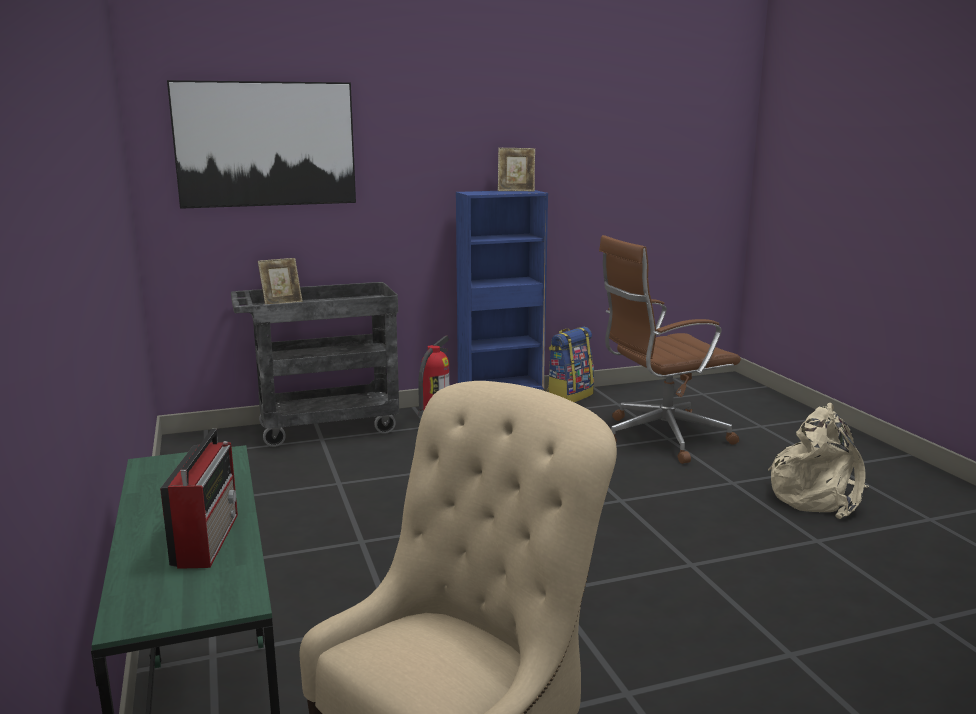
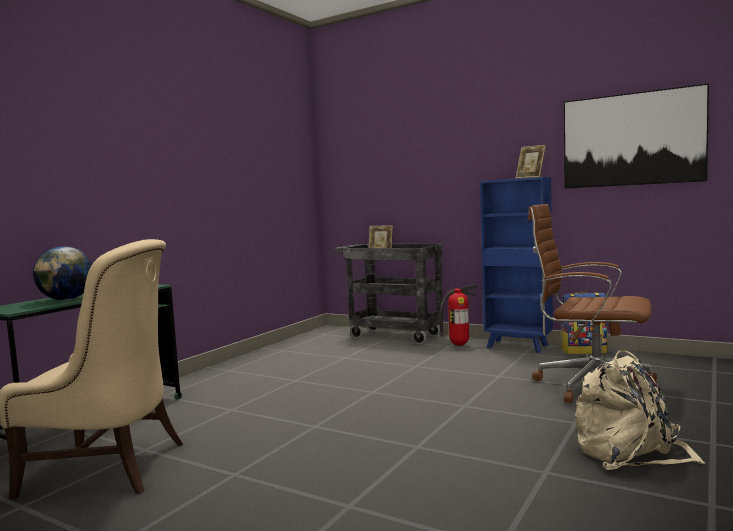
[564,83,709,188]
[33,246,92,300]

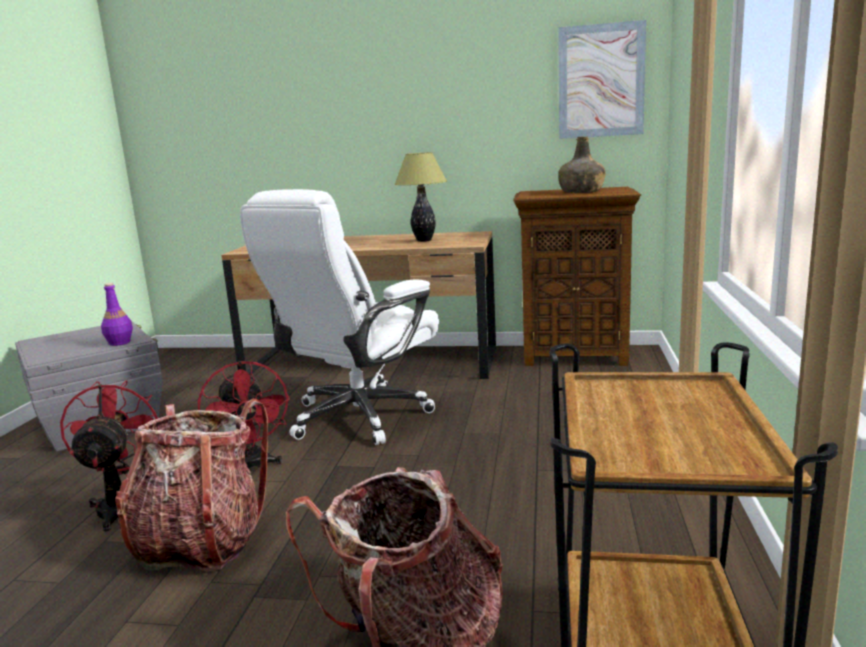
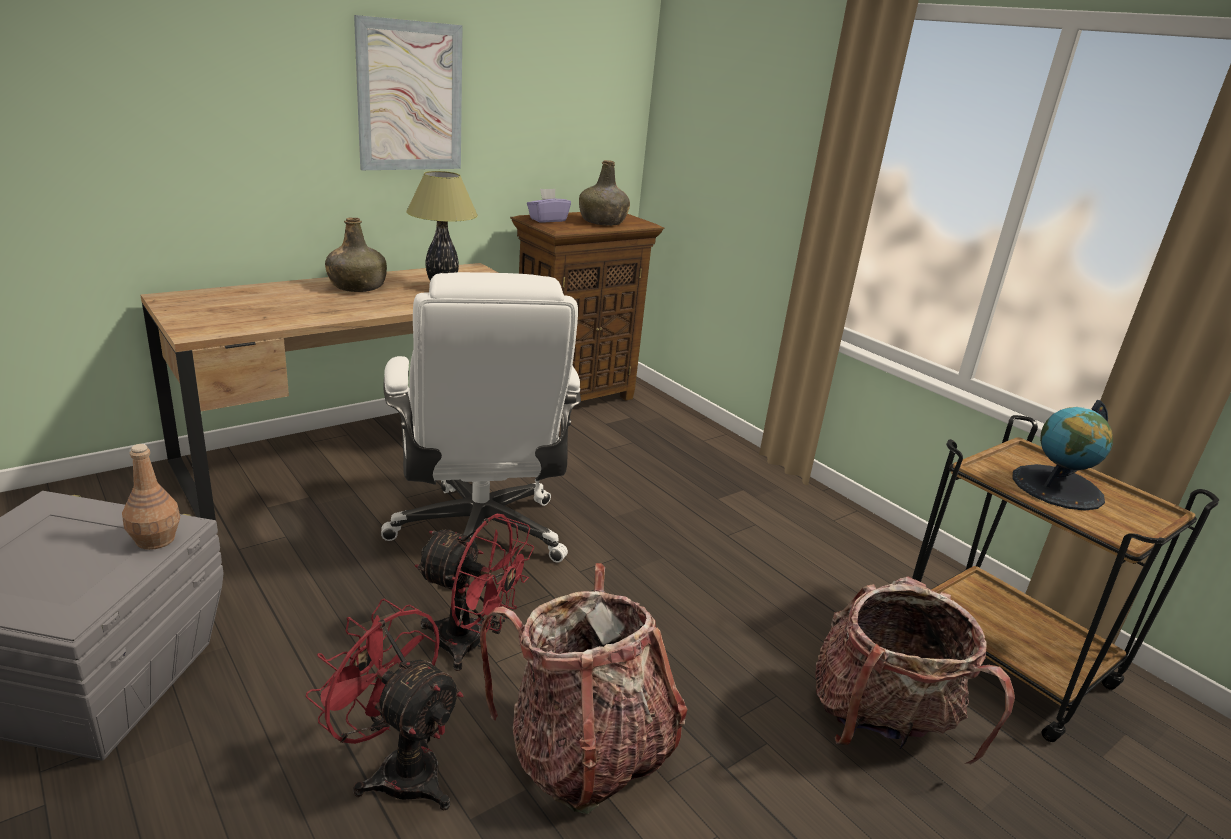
[354,15,463,170]
[122,444,180,550]
[527,189,571,223]
[325,218,387,292]
[1012,400,1113,511]

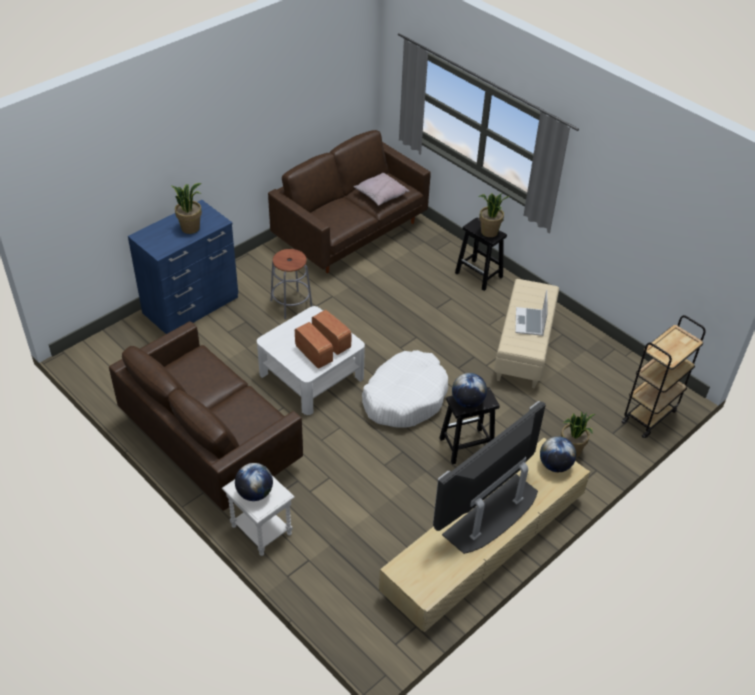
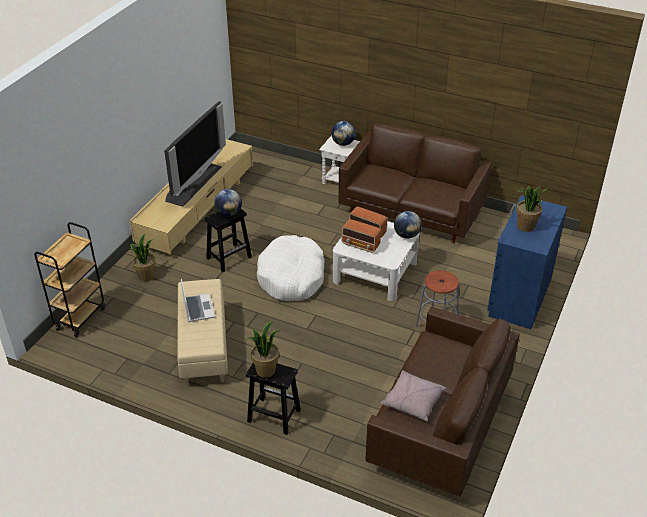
[394,211,422,239]

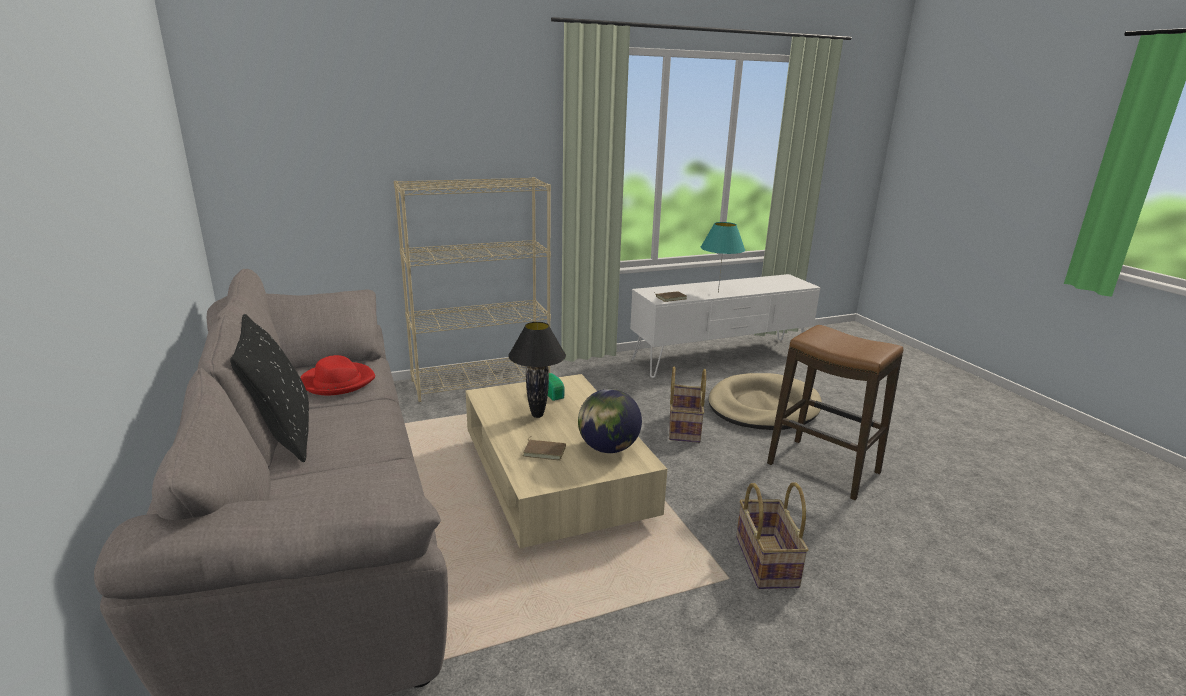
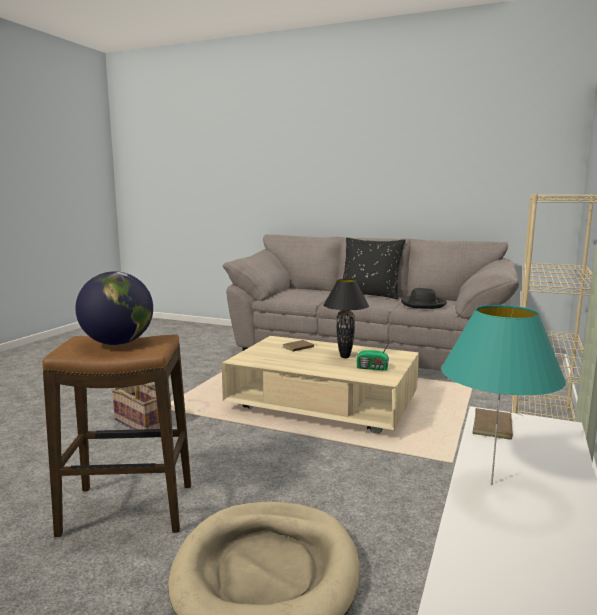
[401,288,447,309]
[669,367,706,443] (first image)
[75,271,153,345]

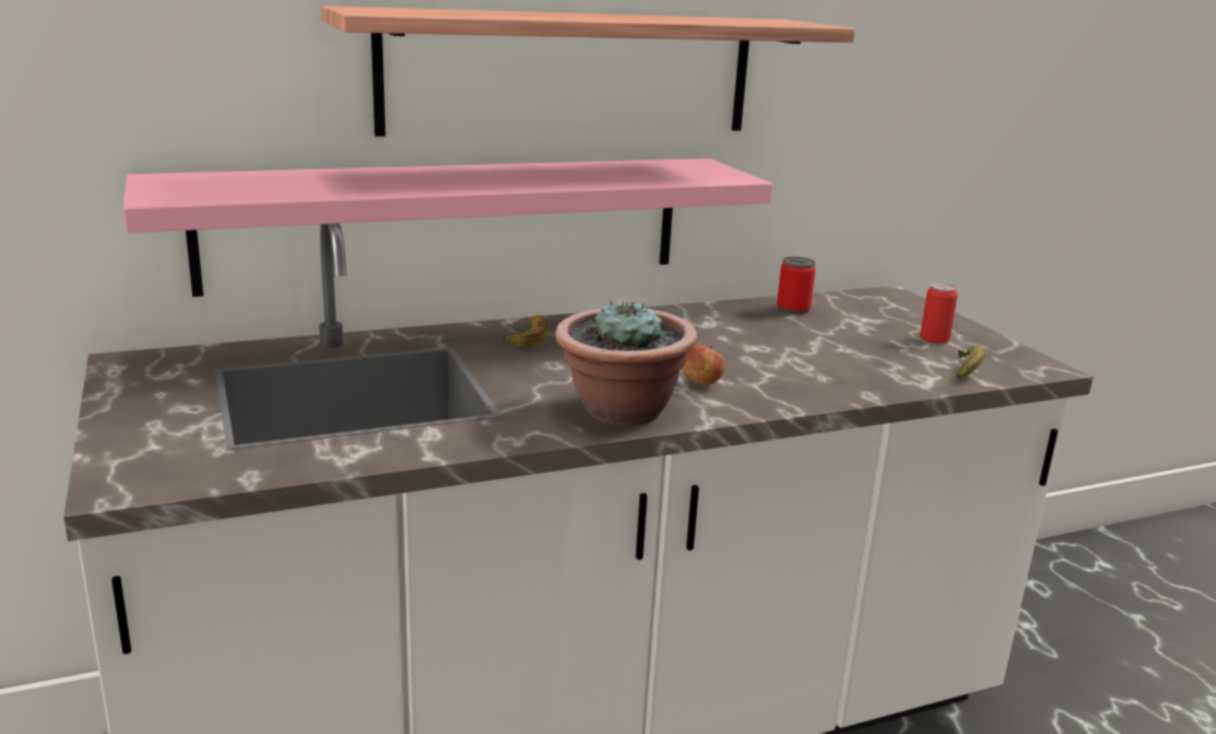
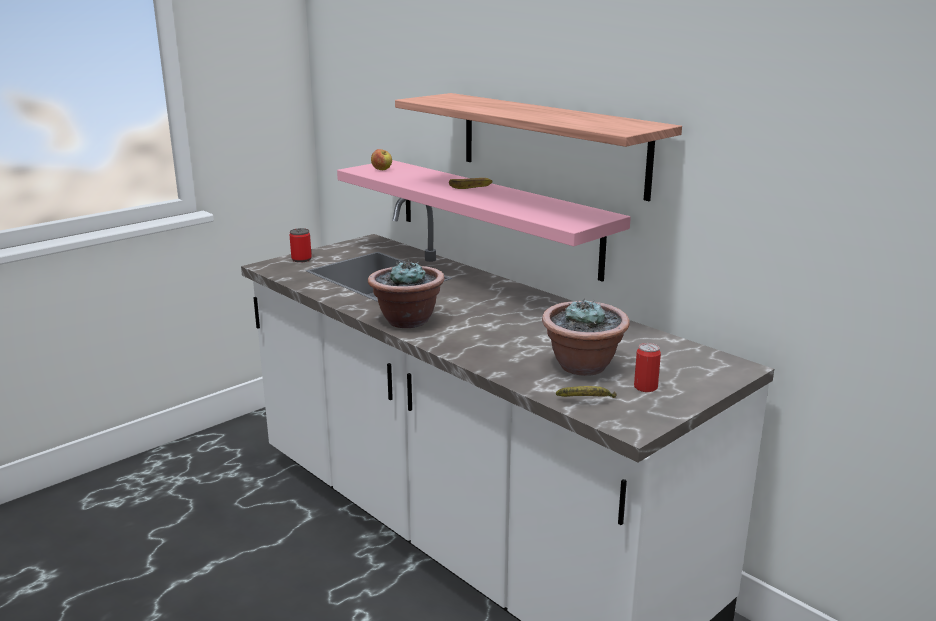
[290,228,312,263]
[449,178,493,189]
[371,149,392,170]
[542,299,630,376]

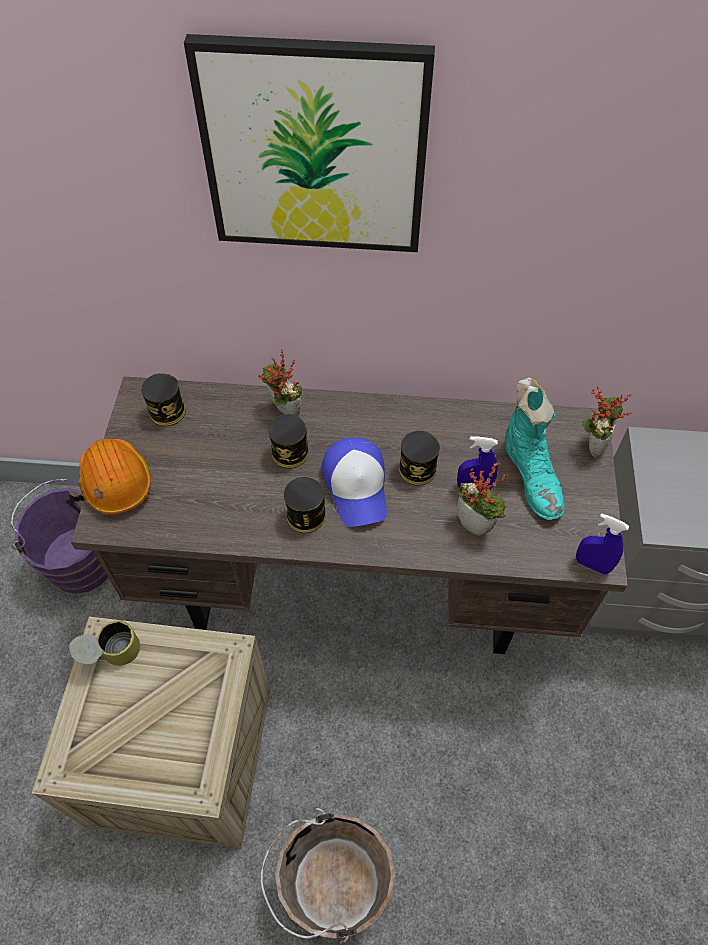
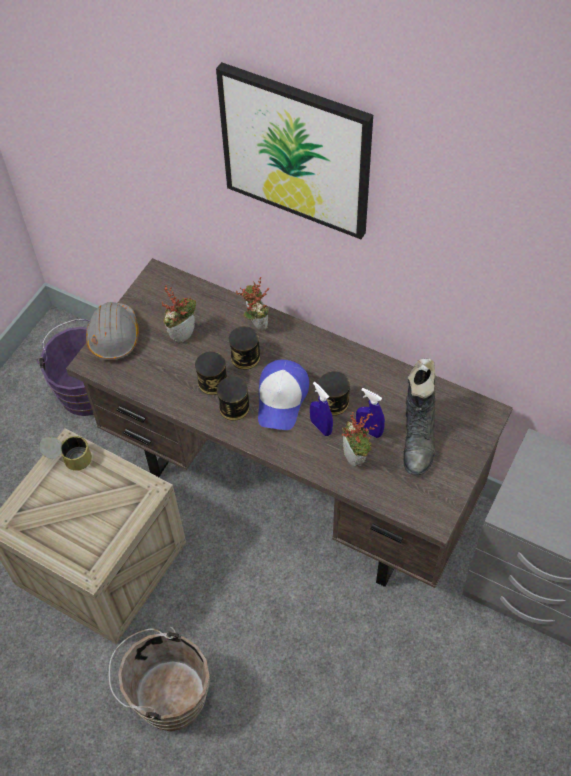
[195,351,227,395]
[403,359,435,475]
[162,285,196,343]
[86,302,139,360]
[310,382,333,436]

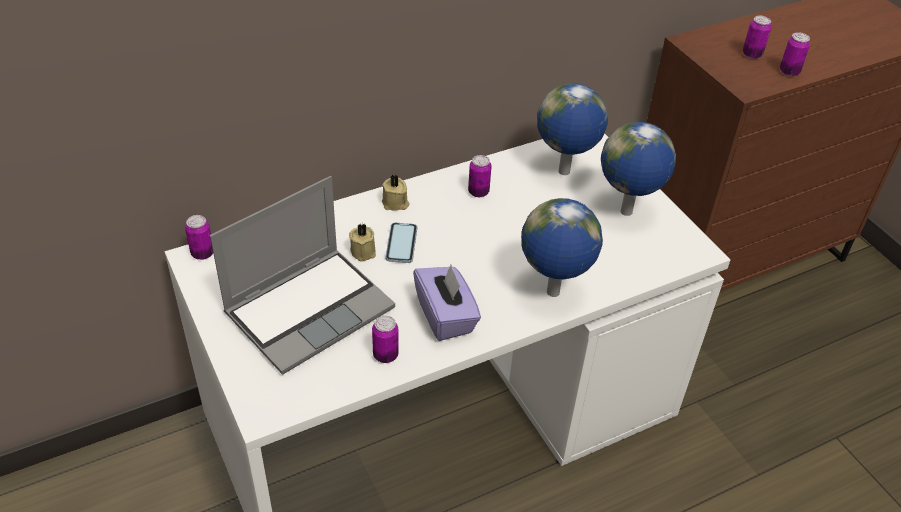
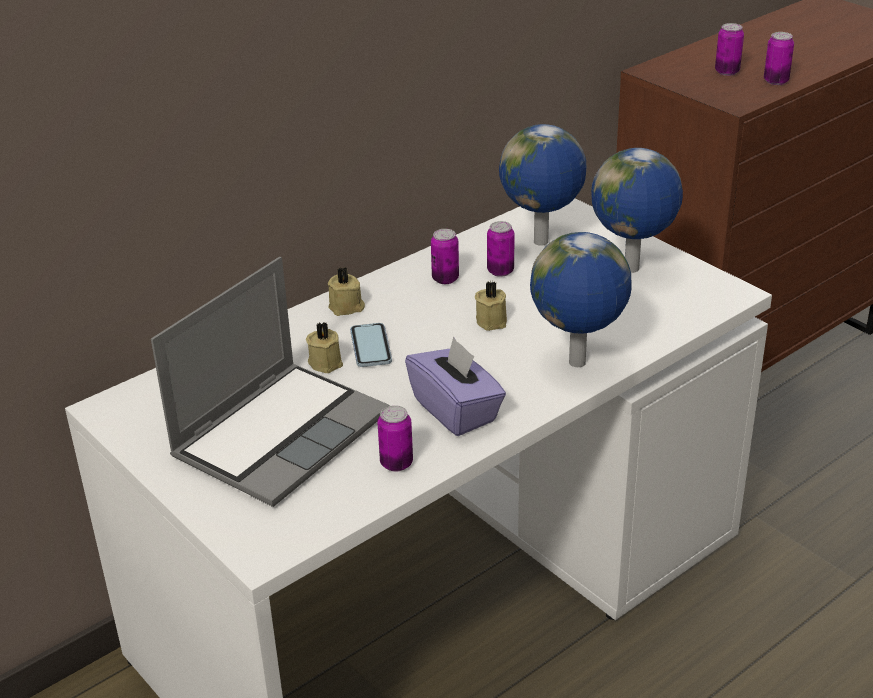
[487,221,515,277]
[475,281,507,331]

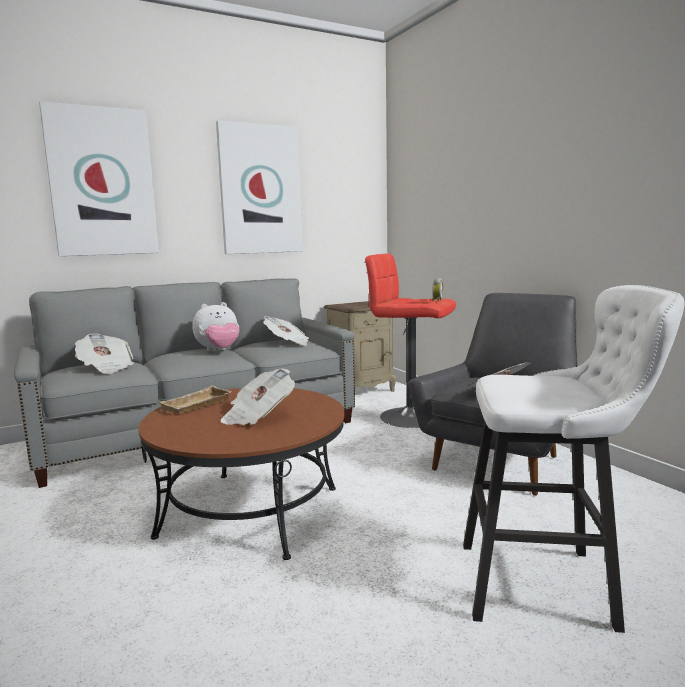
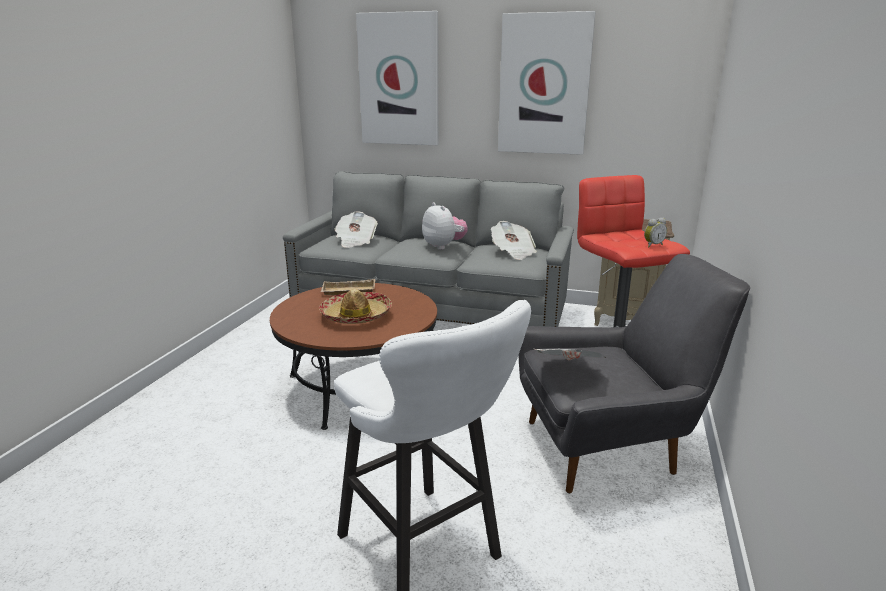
[422,202,468,250]
[319,289,392,324]

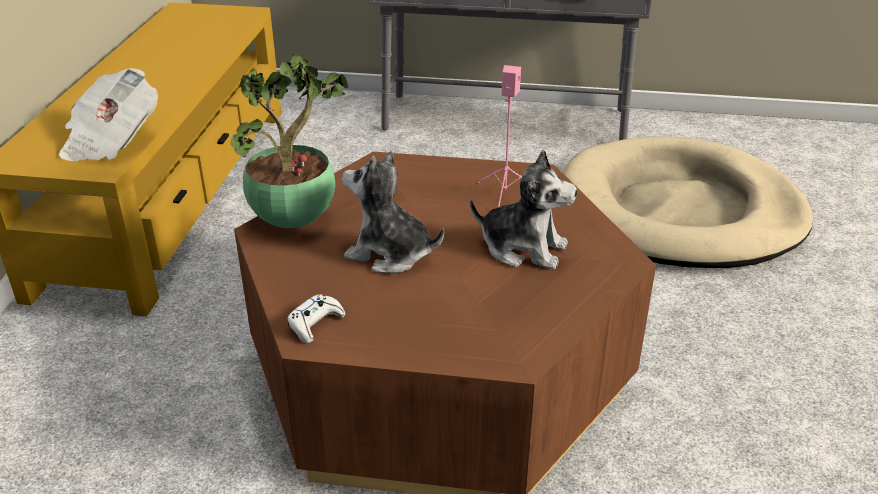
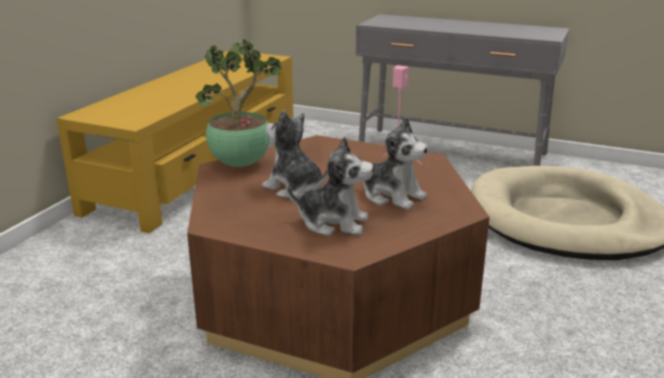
[59,68,158,161] (first image)
[287,294,345,343] (first image)
[287,136,374,236]

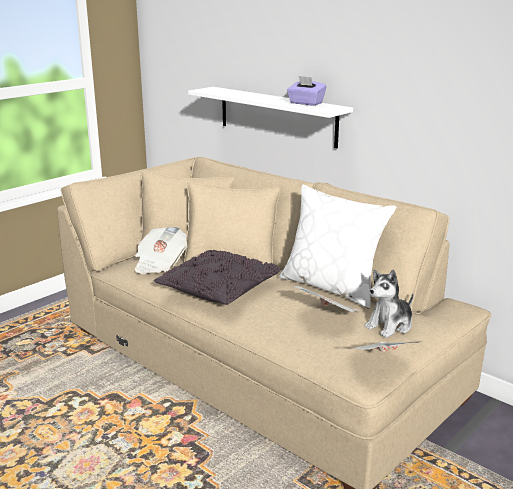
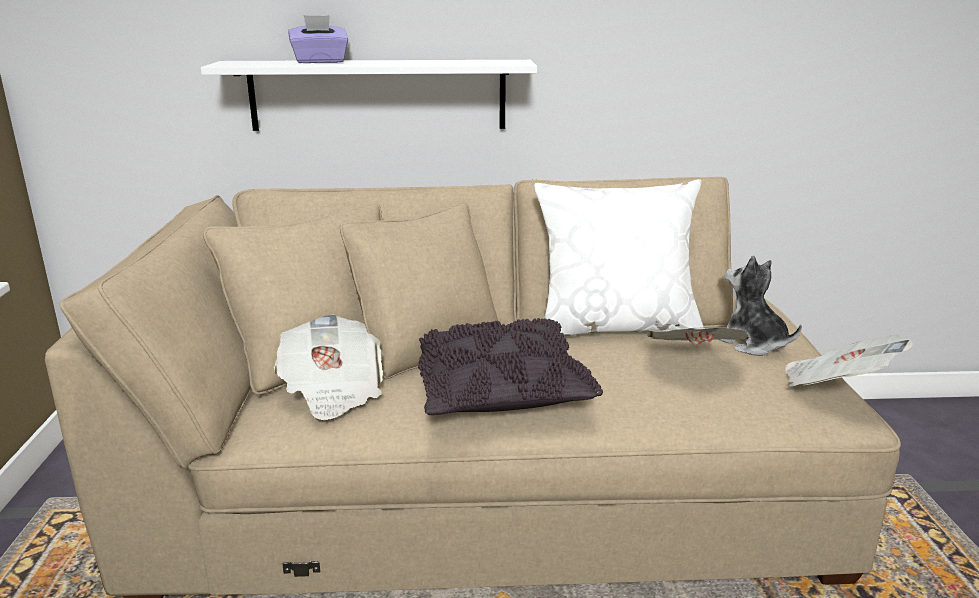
[289,15,348,63]
[717,256,802,356]

